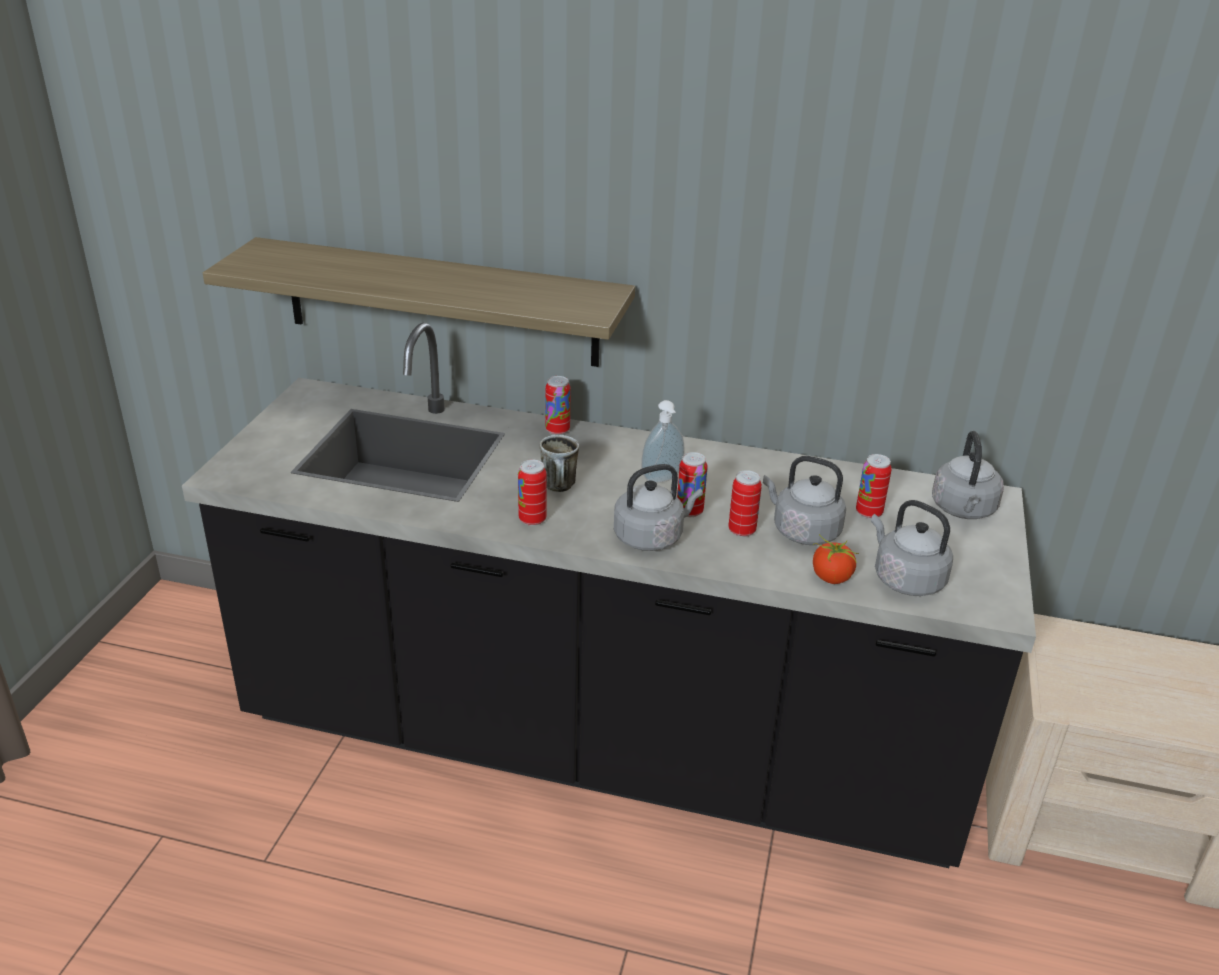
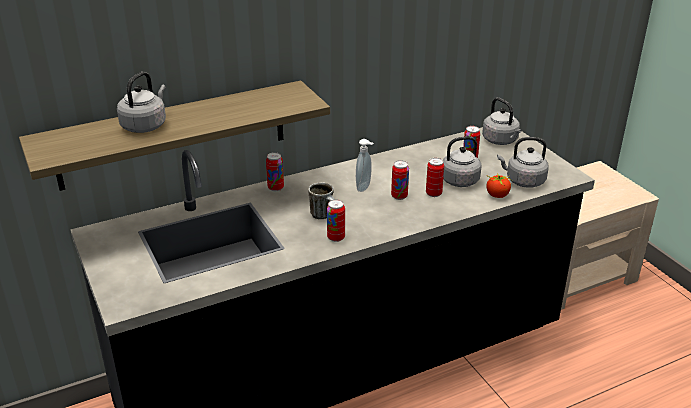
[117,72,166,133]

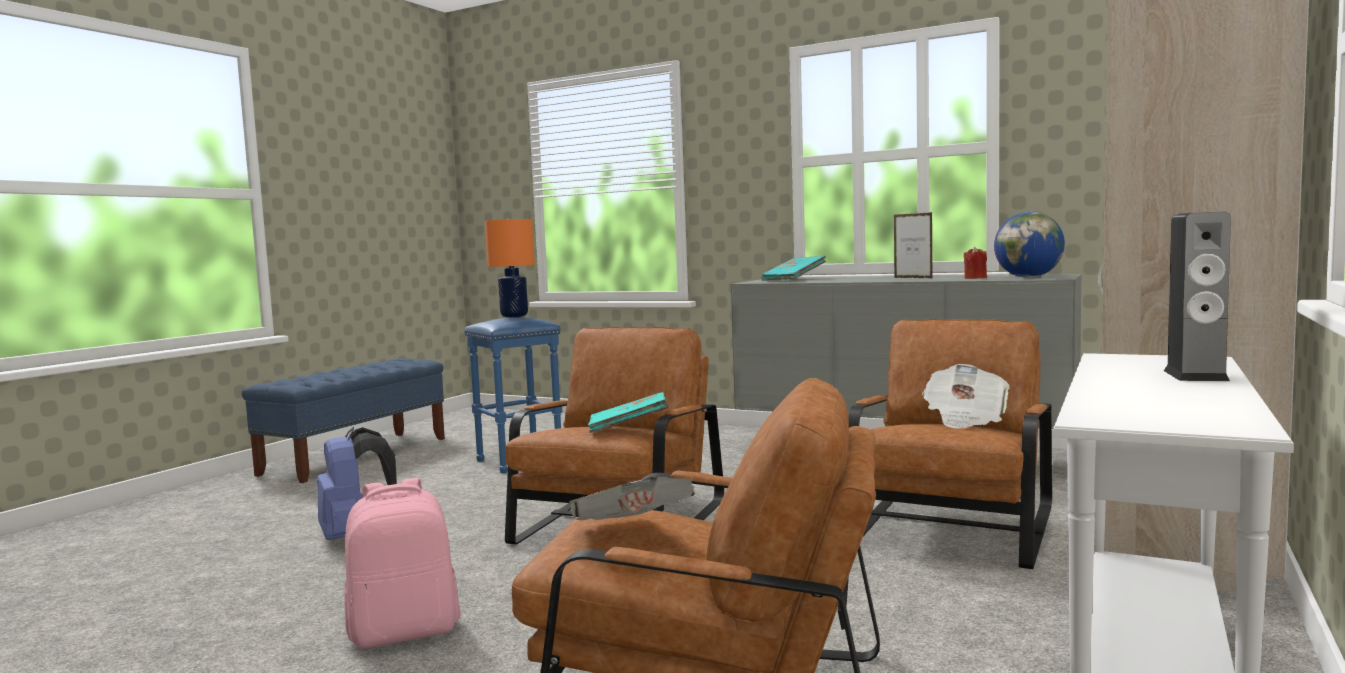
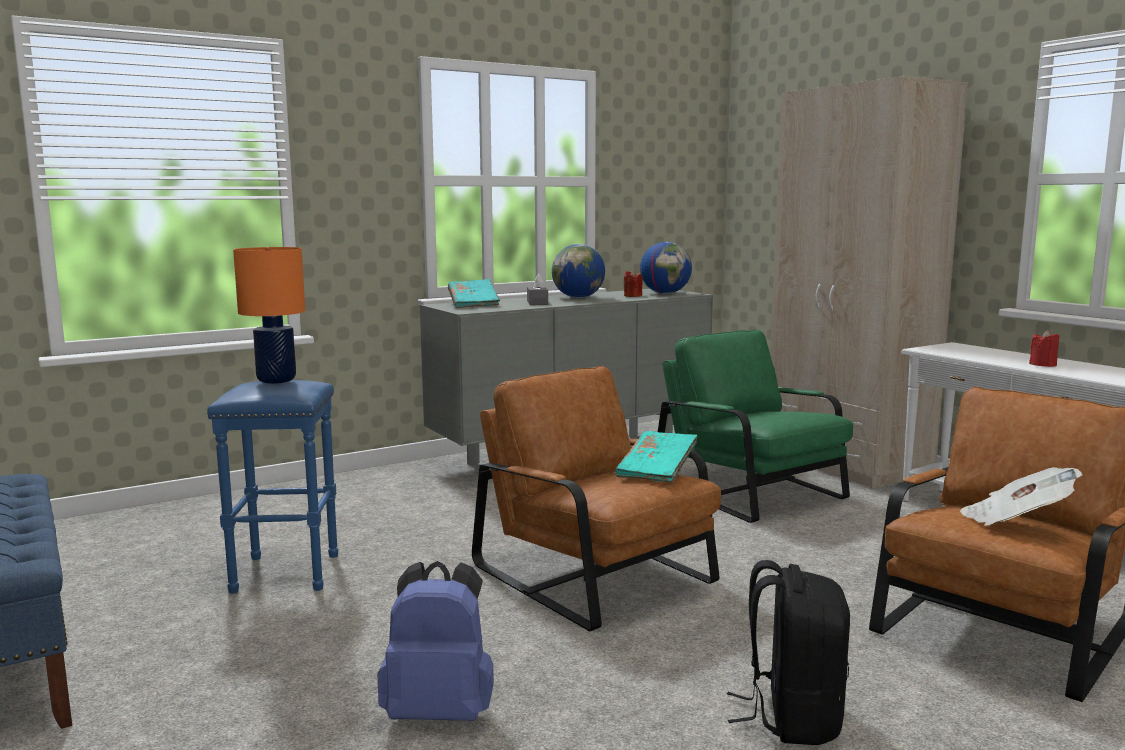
[1164,211,1231,381] (first image)
[552,244,605,298]
[658,329,853,523]
[922,364,1010,428] (first image)
[727,560,850,745]
[527,273,548,305]
[1029,330,1060,367]

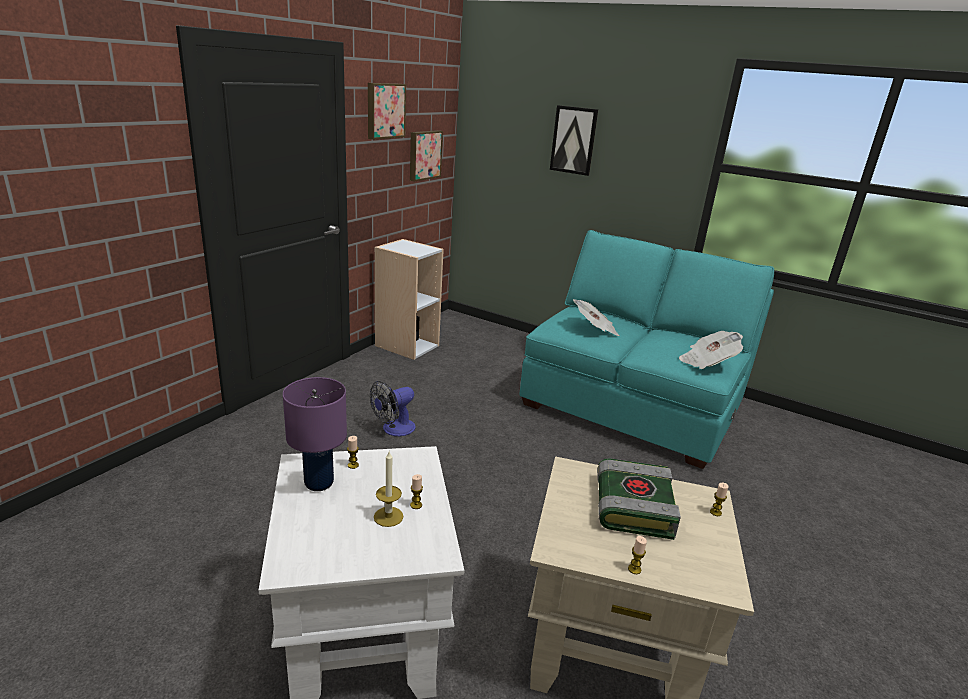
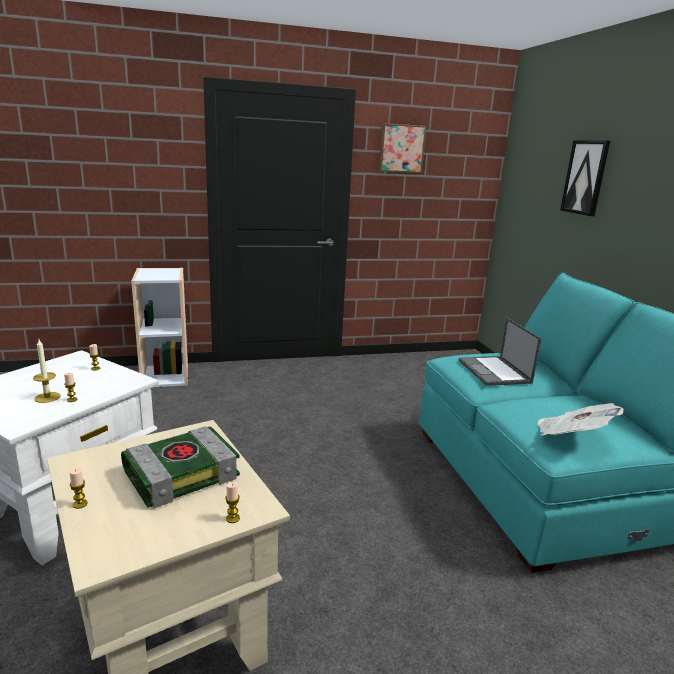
[410,130,443,182] (first image)
[131,268,188,387]
[459,318,541,386]
[283,377,347,491] (first image)
[370,381,416,436] (first image)

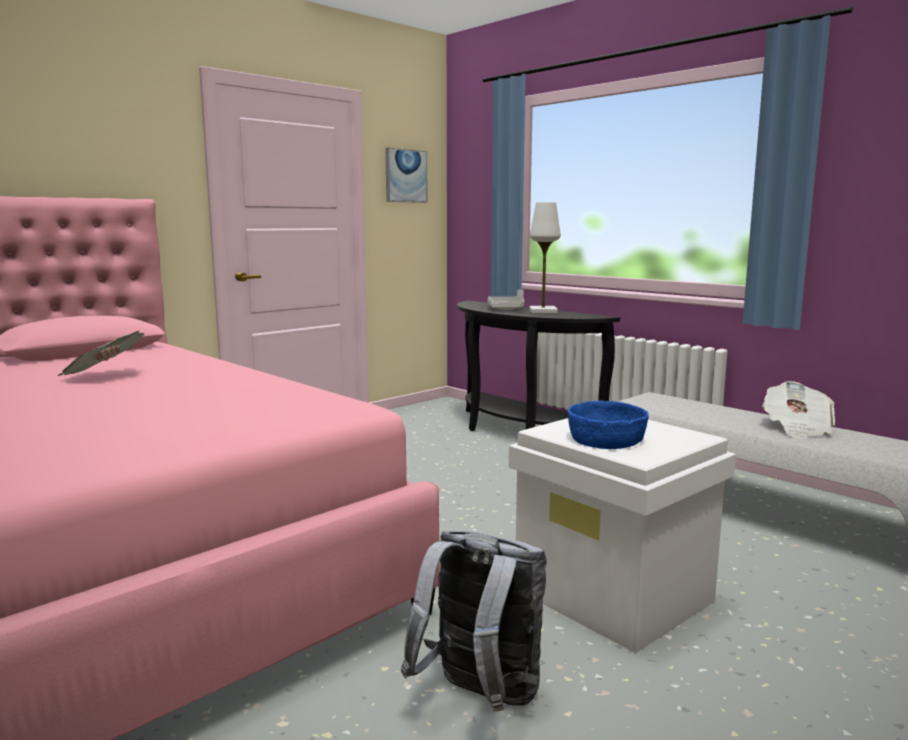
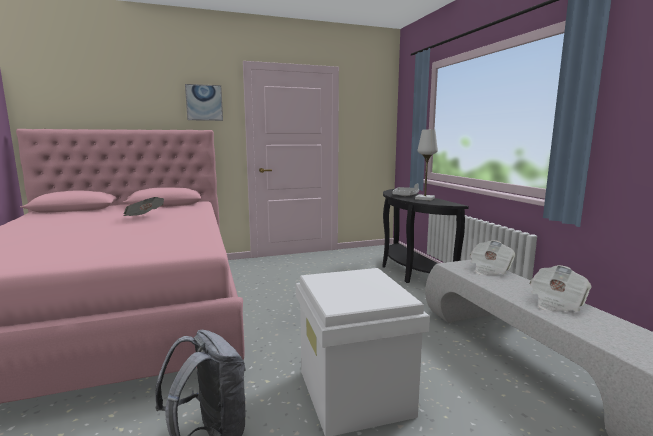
[185,84,223,121]
[568,401,649,449] (first image)
[470,240,516,275]

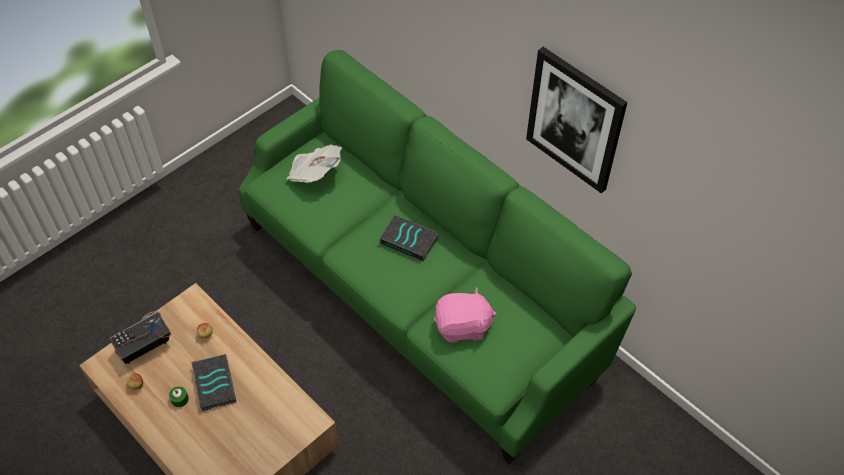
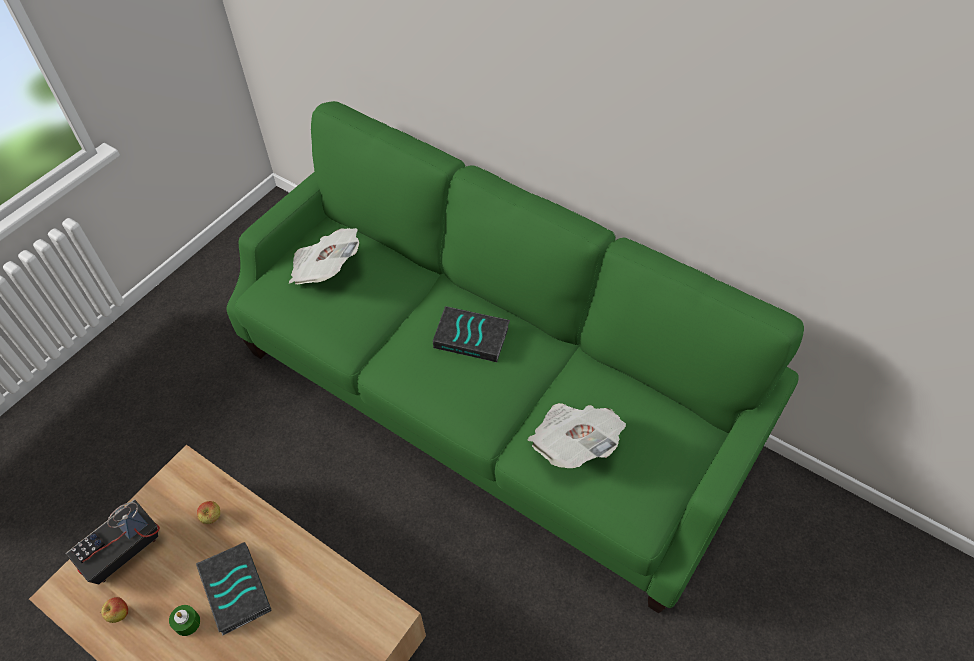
[526,47,628,194] (first image)
[527,403,626,468]

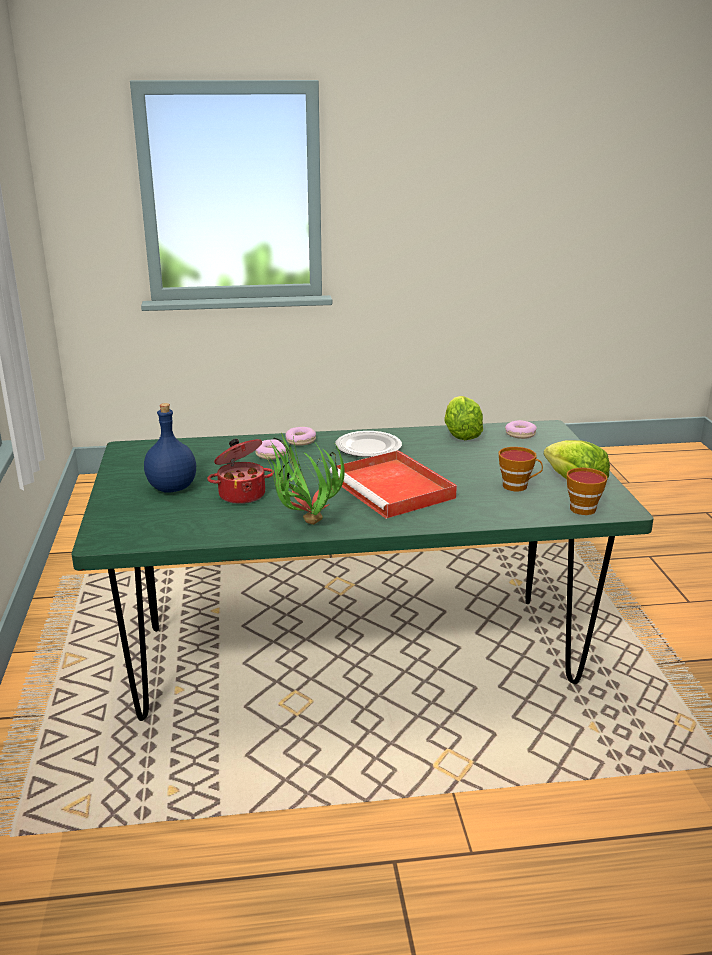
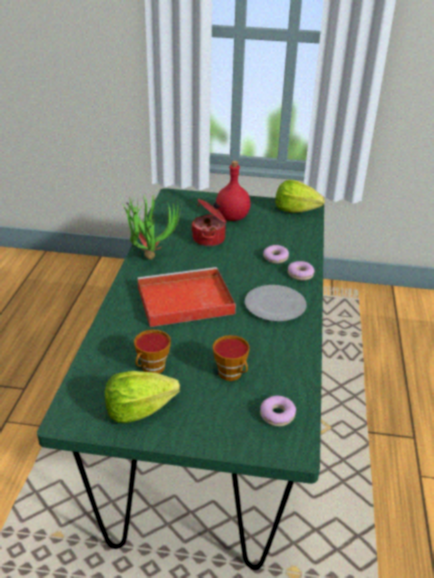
[275,180,325,213]
[216,161,251,221]
[213,335,250,381]

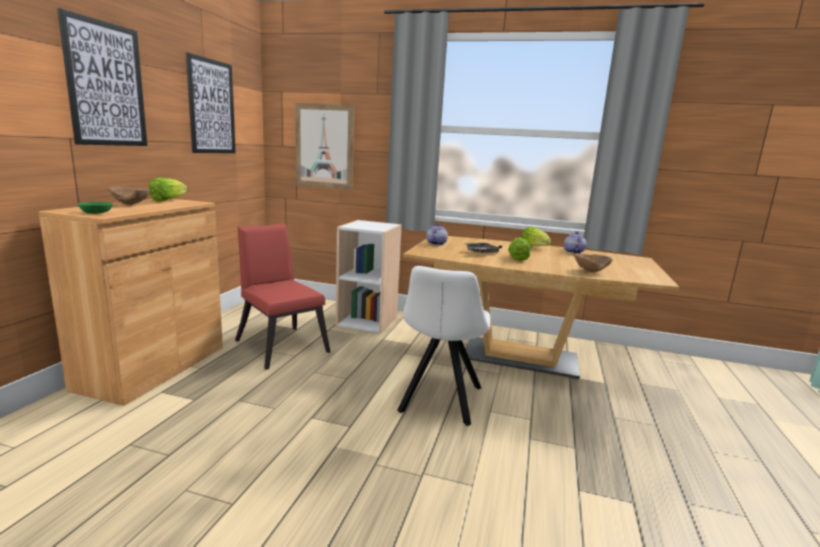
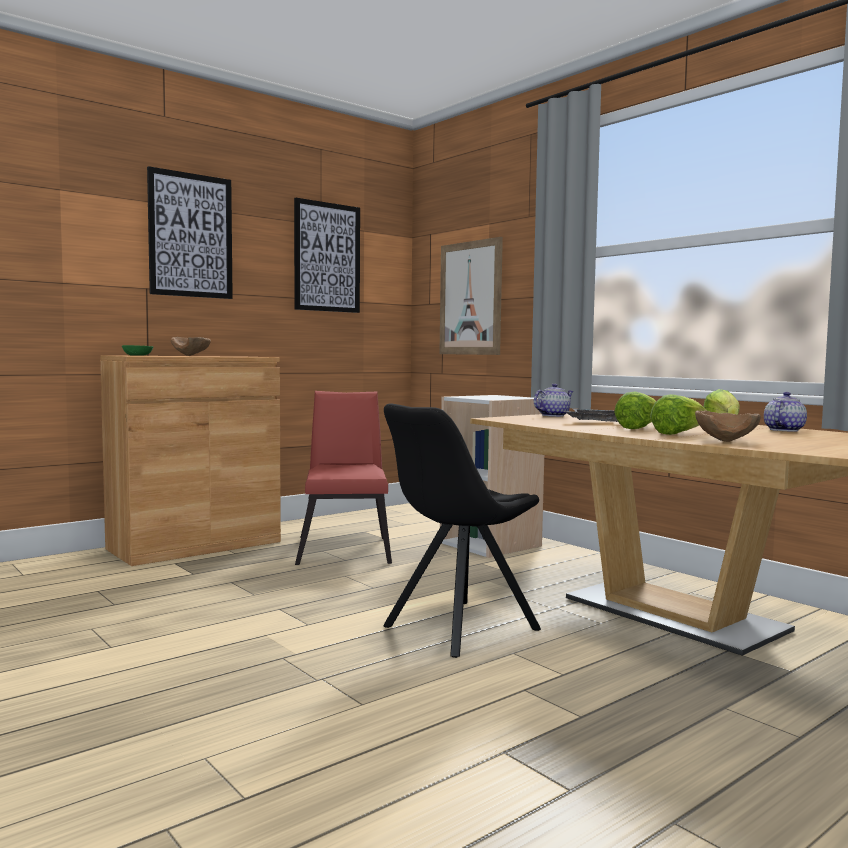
[650,394,707,435]
[383,403,541,658]

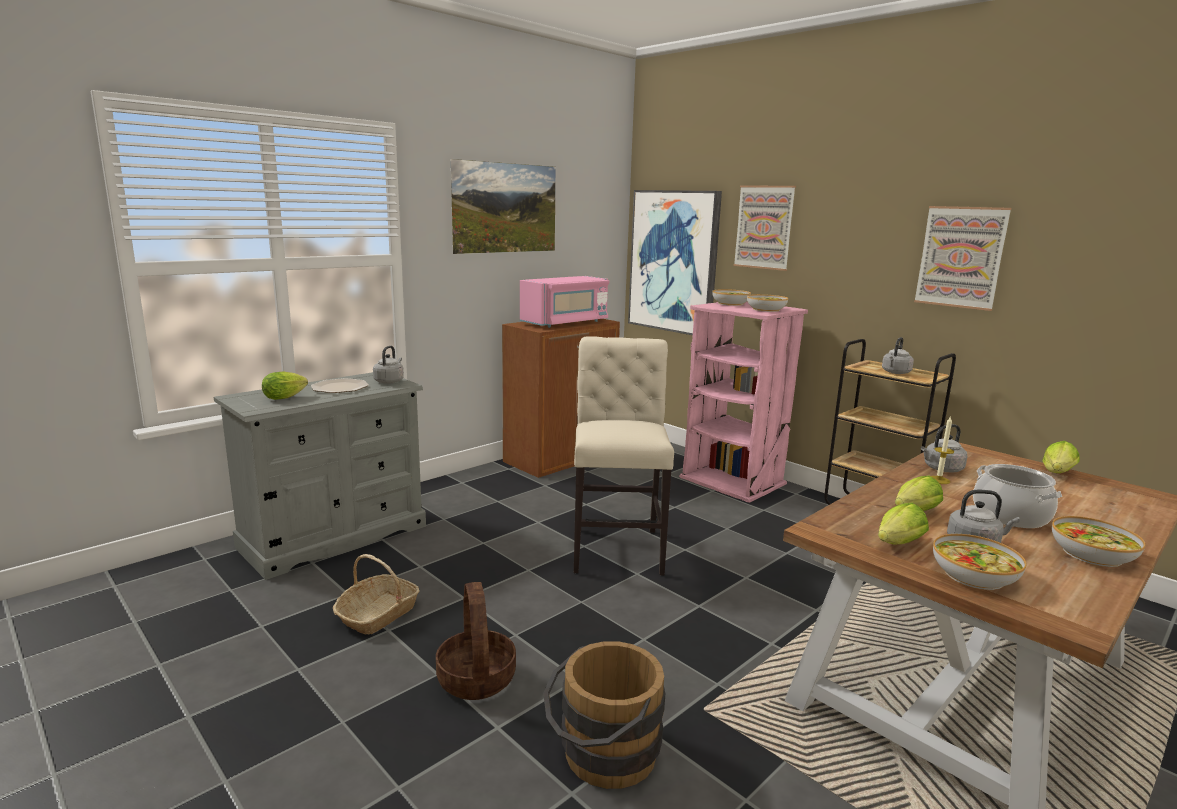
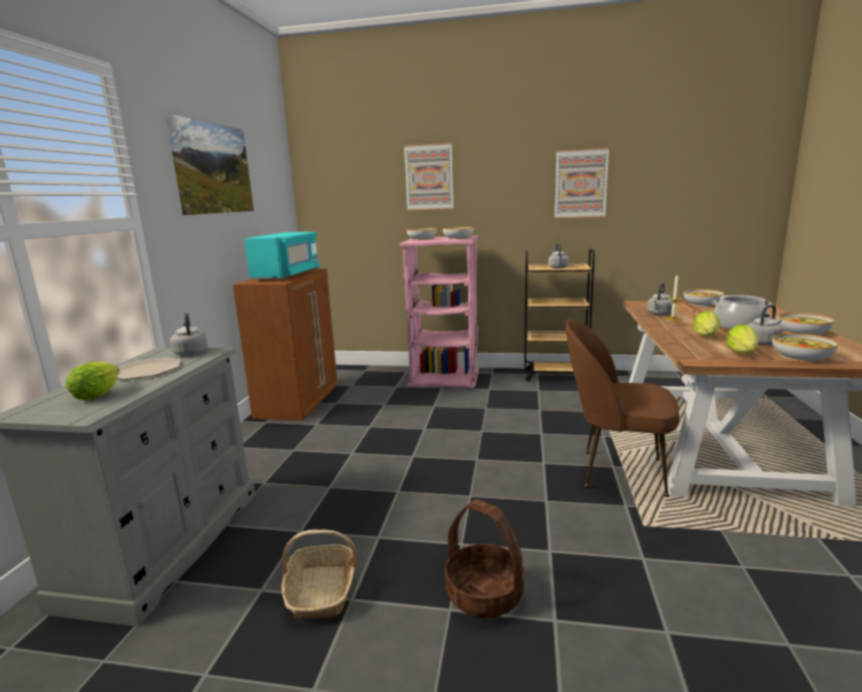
[628,190,722,335] (first image)
[244,232,320,280]
[574,336,674,576] (first image)
[684,289,724,306]
[543,641,665,789] (first image)
[566,319,679,497]

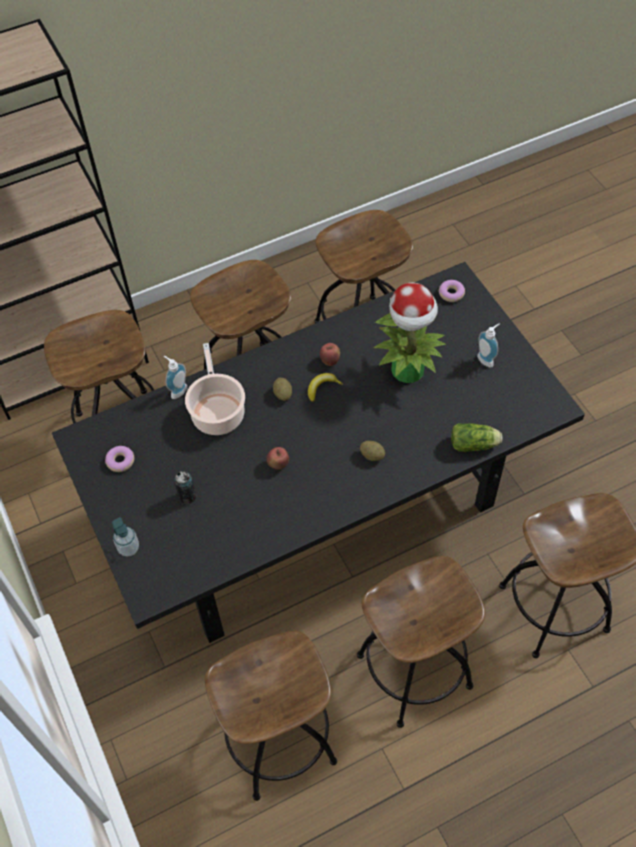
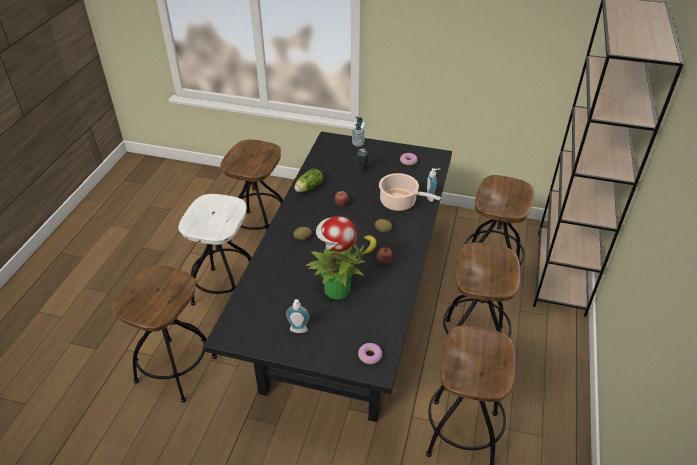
[294,169,323,192]
[178,194,251,306]

